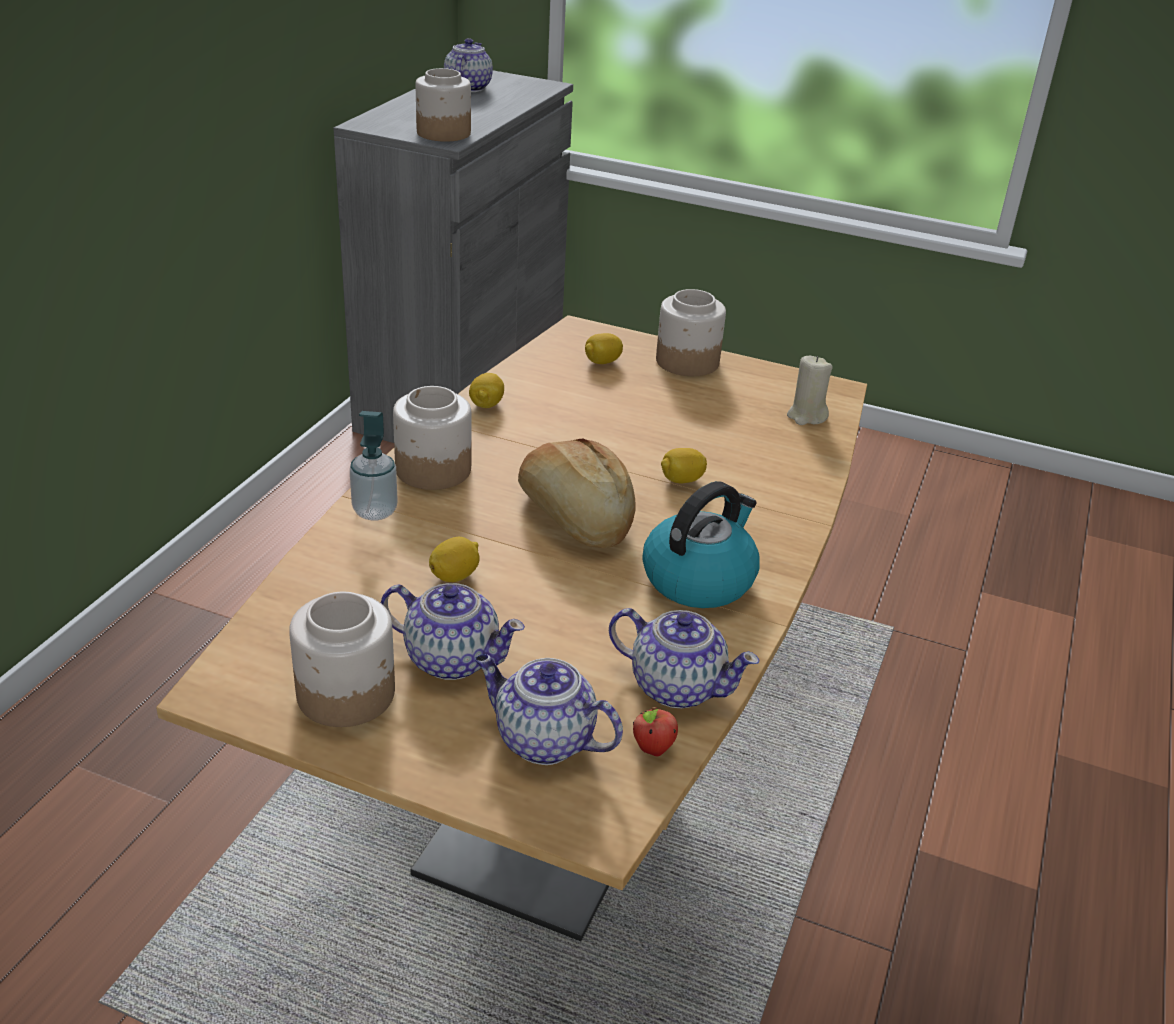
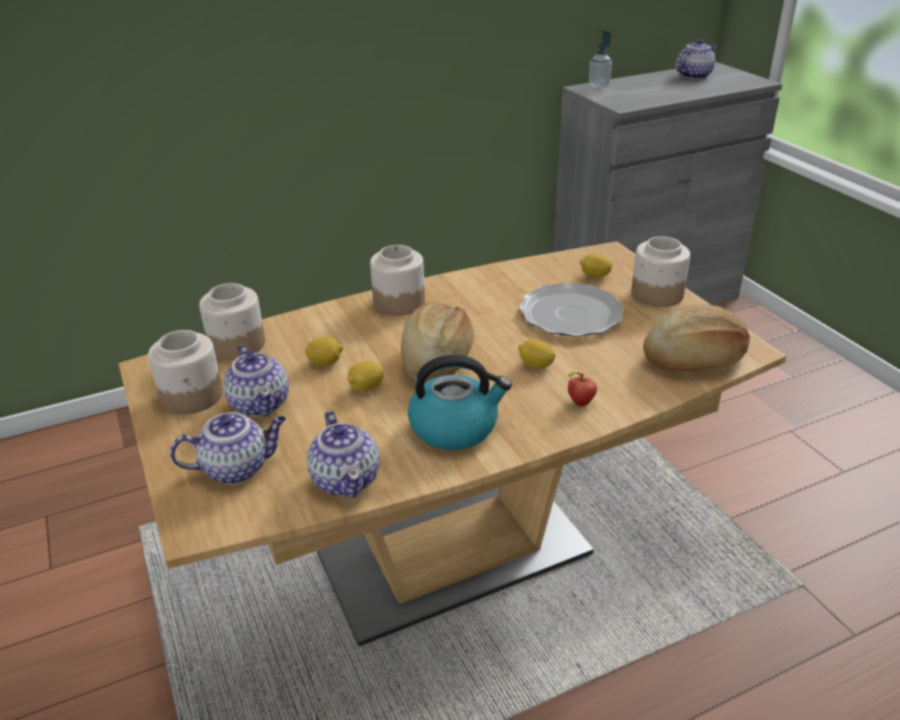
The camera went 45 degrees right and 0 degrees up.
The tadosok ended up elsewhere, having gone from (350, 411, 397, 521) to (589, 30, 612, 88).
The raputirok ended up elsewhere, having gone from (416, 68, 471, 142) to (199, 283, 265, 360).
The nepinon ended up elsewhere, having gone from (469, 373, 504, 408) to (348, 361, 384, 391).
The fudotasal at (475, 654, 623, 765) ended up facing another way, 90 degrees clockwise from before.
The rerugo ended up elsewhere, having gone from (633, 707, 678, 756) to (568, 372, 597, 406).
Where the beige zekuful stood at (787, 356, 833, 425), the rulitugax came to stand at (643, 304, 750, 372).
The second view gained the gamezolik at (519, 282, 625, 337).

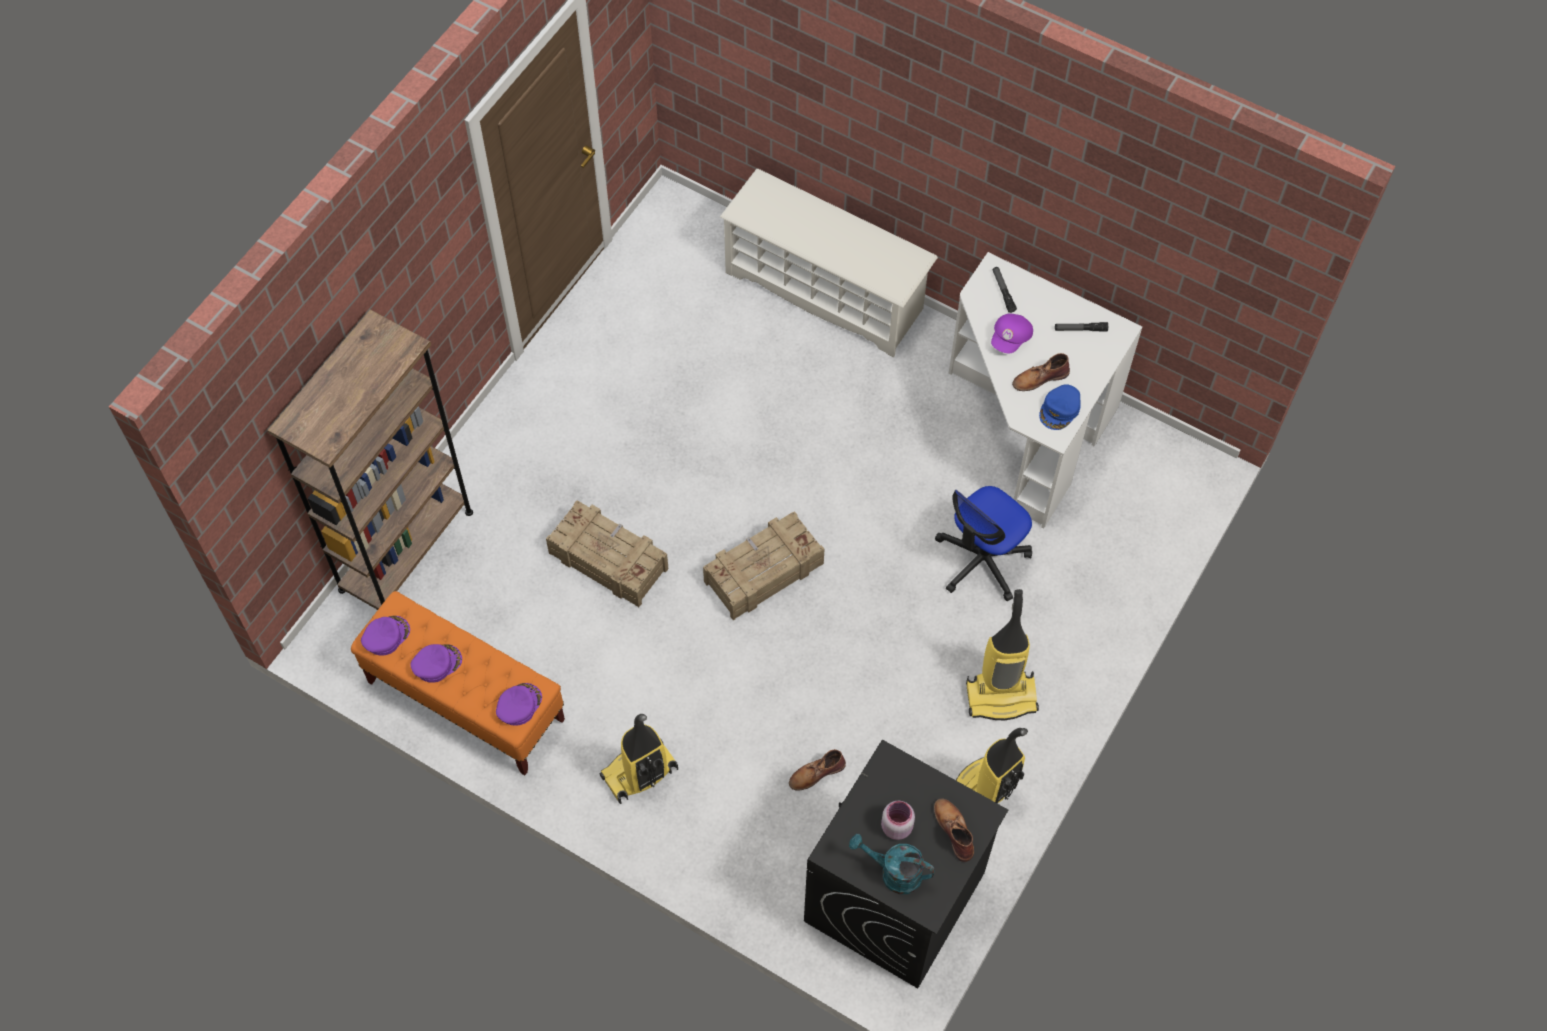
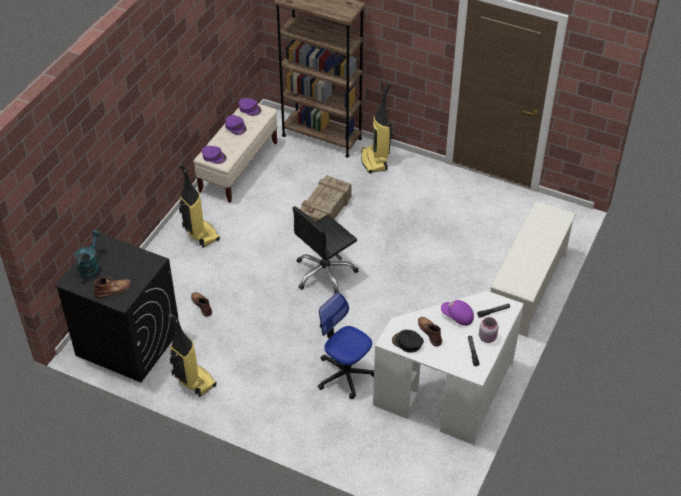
The camera went 85 degrees right and 15 degrees down.
What was the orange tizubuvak at (351, 591, 565, 775) turned into the beige tizubuvak at (193, 103, 277, 203).
Where the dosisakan stood at (703, 511, 825, 621), the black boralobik came to stand at (293, 206, 358, 294).
The pink raputirok ended up elsewhere, having gone from (881, 801, 915, 840) to (479, 317, 498, 343).
The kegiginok ended up elsewhere, having gone from (966, 589, 1039, 720) to (361, 83, 393, 174).
What was the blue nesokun at (1039, 384, 1081, 430) turned into the black nesokun at (392, 330, 424, 353).

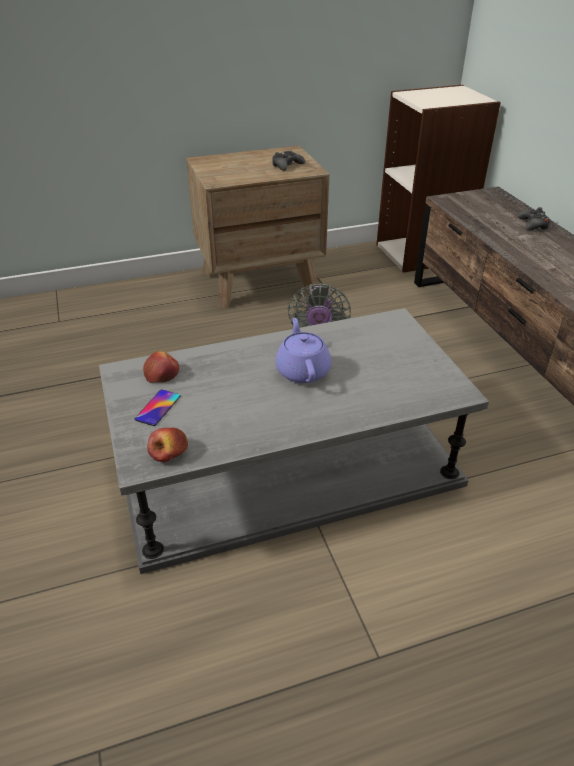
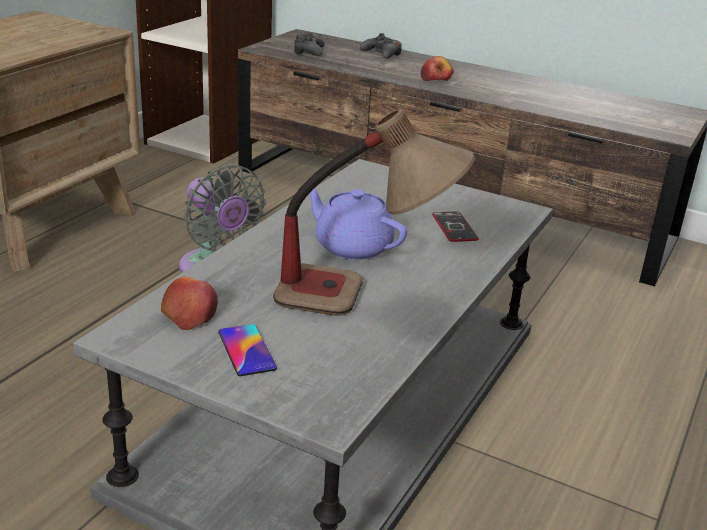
The camera went 45 degrees left and 10 degrees down.
The rerugo ended up elsewhere, having gone from (147, 428, 188, 463) to (421, 56, 454, 81).
The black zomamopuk ended up elsewhere, having gone from (272, 151, 305, 171) to (293, 33, 325, 56).
The second view gained the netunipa at (273, 109, 475, 316).
The second view gained the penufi at (432, 211, 479, 242).

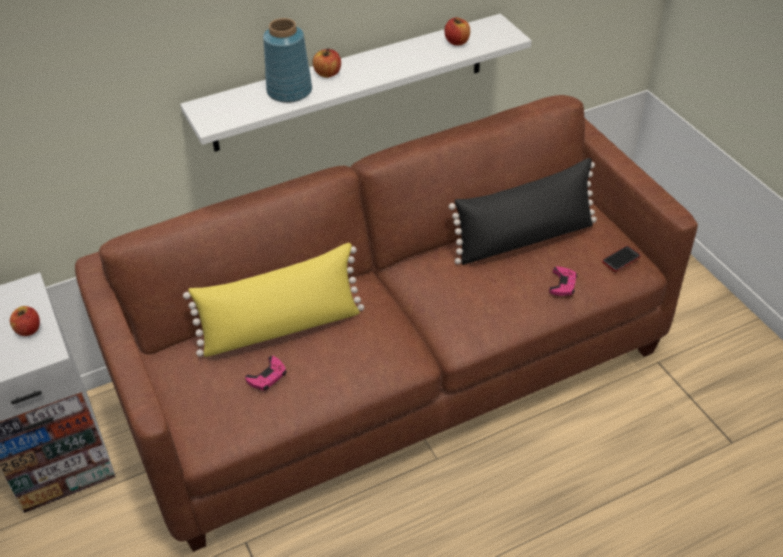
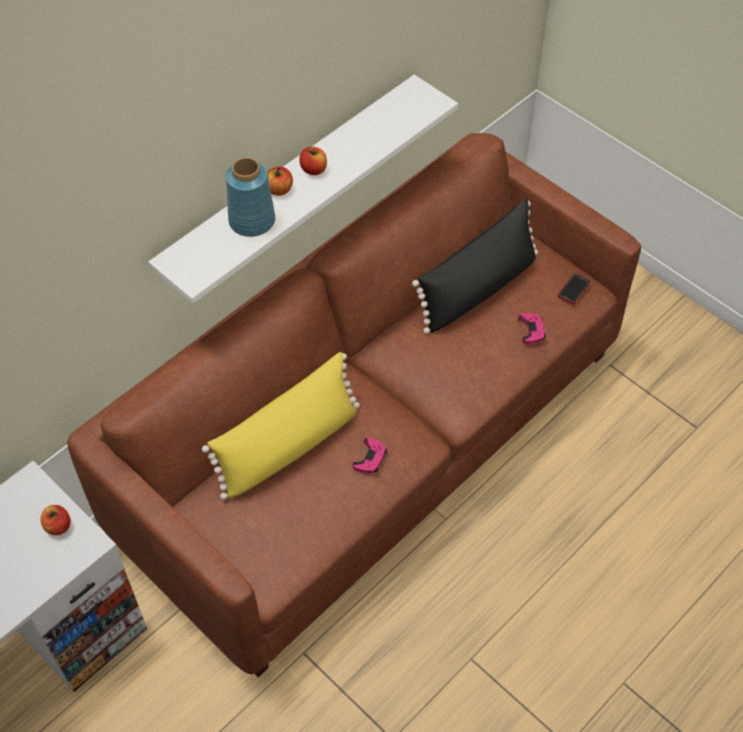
The camera went 20 degrees left and 10 degrees up.
The pink zomamopuk ended up elsewhere, having gone from (245, 356, 287, 391) to (352, 437, 387, 473).
The rerugo ended up elsewhere, having gone from (445, 17, 470, 46) to (299, 146, 327, 175).

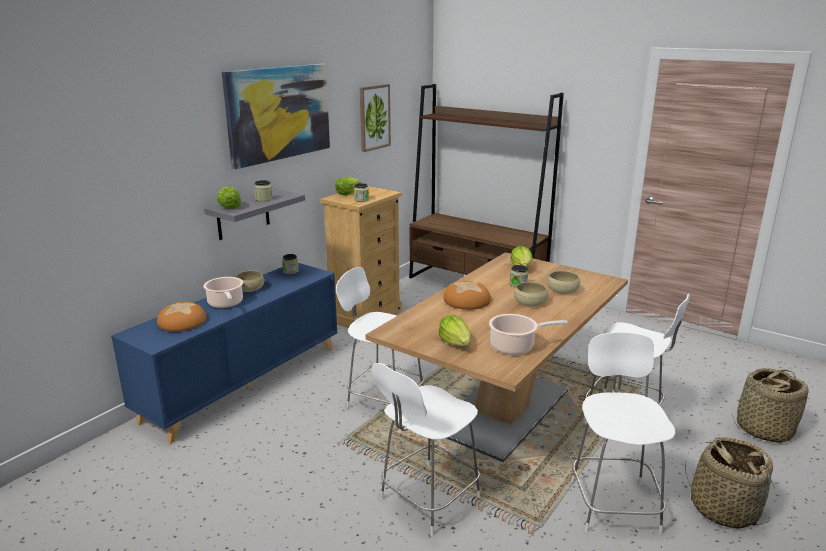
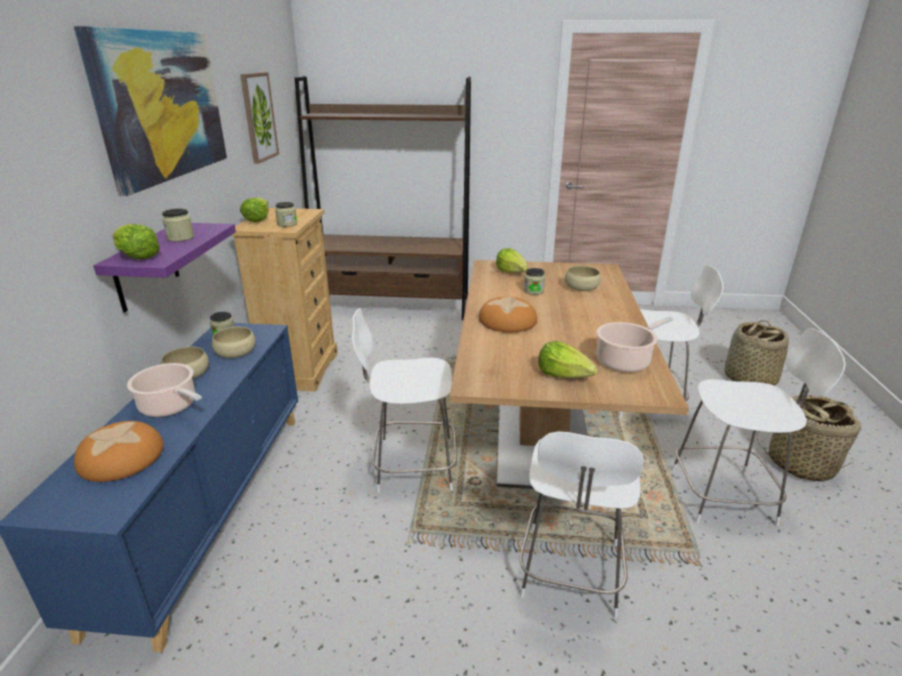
The camera went 30 degrees left and 5 degrees up.
What was the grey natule at (204, 189, 305, 240) turned into the purple natule at (93, 223, 236, 312).
The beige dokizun ended up elsewhere, having gone from (514, 282, 548, 307) to (212, 327, 255, 358).
The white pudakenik at (571, 332, 675, 535) ended up facing another way, 120 degrees clockwise from before.

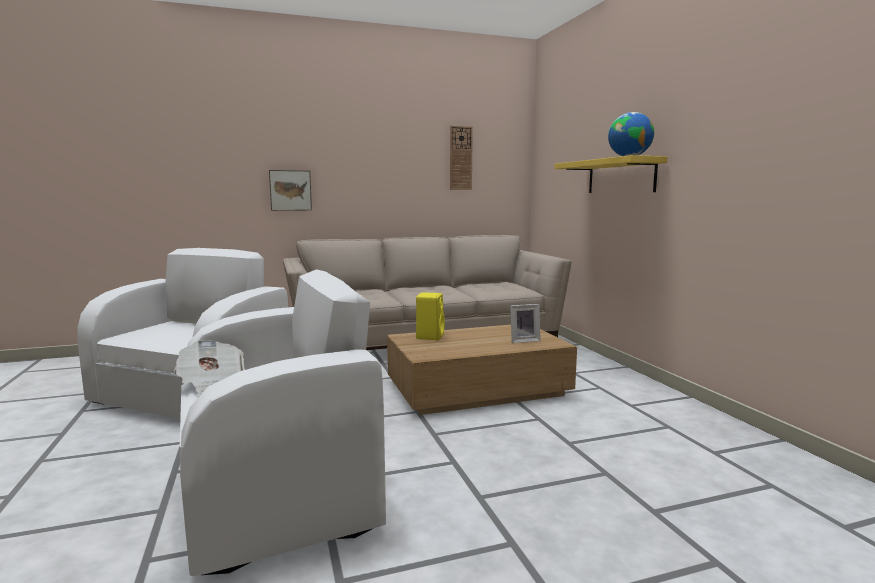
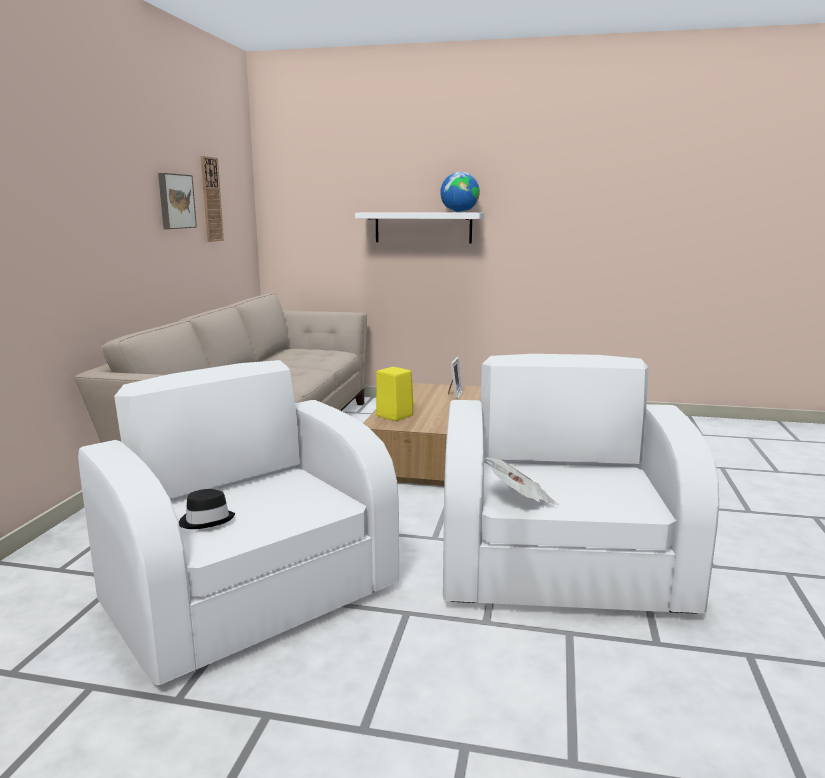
The camera went 60 degrees left and 5 degrees up.
The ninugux ended up elsewhere, having gone from (269, 170, 312, 211) to (158, 173, 197, 229).
What was the yellow natule at (554, 155, 667, 193) turned into the white natule at (355, 212, 484, 243).
The second view gained the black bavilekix at (179, 489, 235, 529).

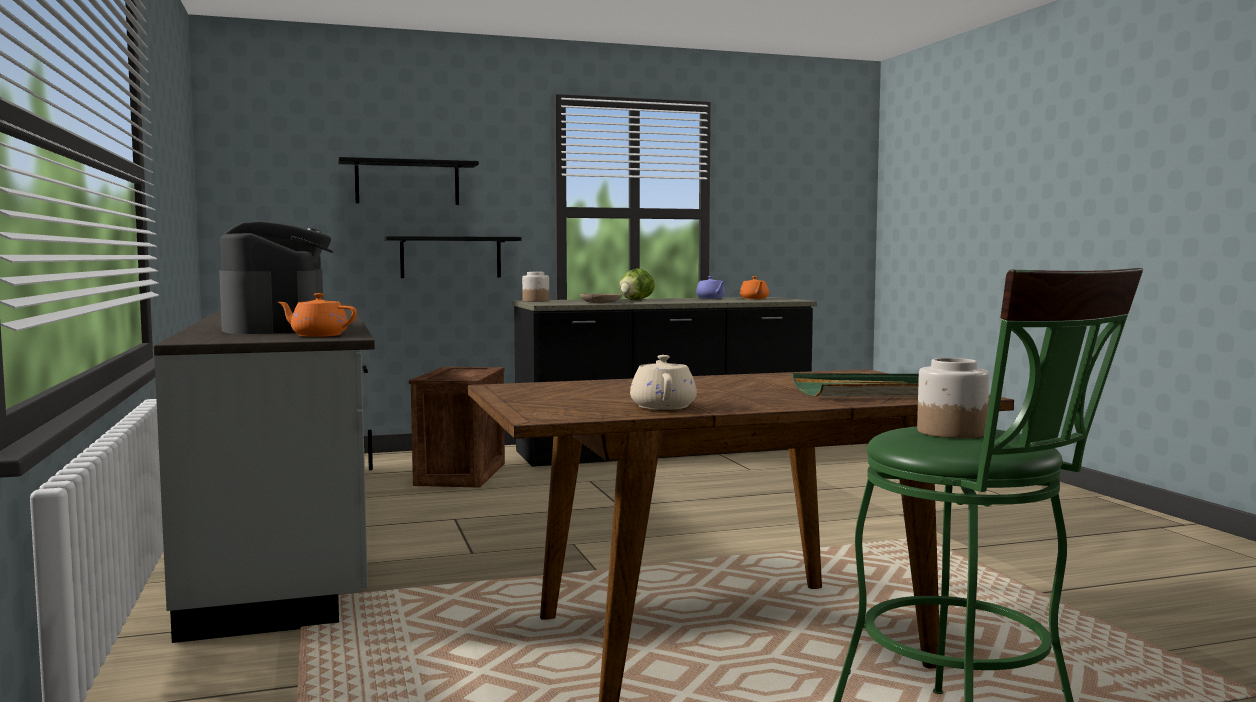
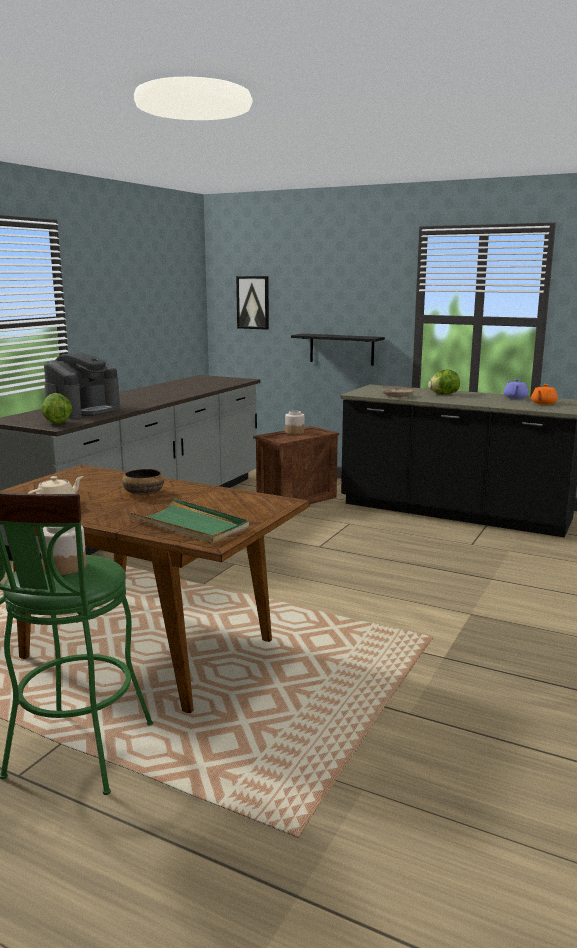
The camera went 45 degrees right and 10 degrees up.
Where the orange fudotasal stood at (278, 293, 357, 337), the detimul came to stand at (41, 393, 72, 424).
The second view lost the black natule at (338, 157, 479, 205).
The raputirok ended up elsewhere, having gone from (522, 272, 549, 302) to (285, 411, 304, 434).
The second view gained the dokizun at (122, 469, 164, 495).
The second view gained the ninugux at (236, 276, 269, 330).

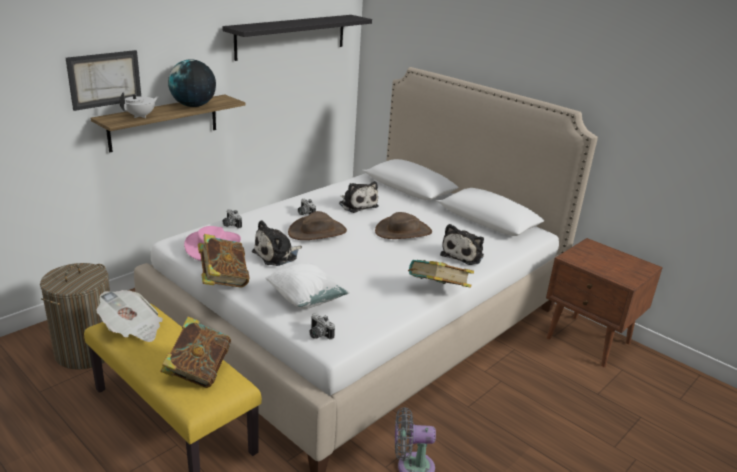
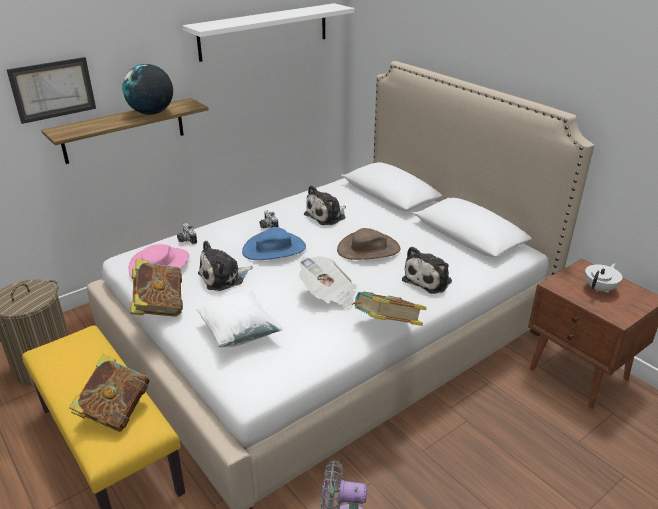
The camera went 10 degrees right and 5 degrees up.
The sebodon ended up elsewhere, having gone from (96, 290, 163, 342) to (299, 256, 356, 309).
The white fudotasal ended up elsewhere, having gone from (119, 92, 159, 118) to (585, 263, 622, 293).
What was the black natule at (222, 15, 372, 61) turned into the white natule at (182, 3, 354, 62).
What was the brown bavilekix at (288, 211, 347, 240) turned into the blue bavilekix at (242, 227, 306, 260).
The second view lost the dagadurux at (309, 313, 335, 340).
The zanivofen at (339, 181, 379, 213) ended up facing another way, 75 degrees clockwise from before.

